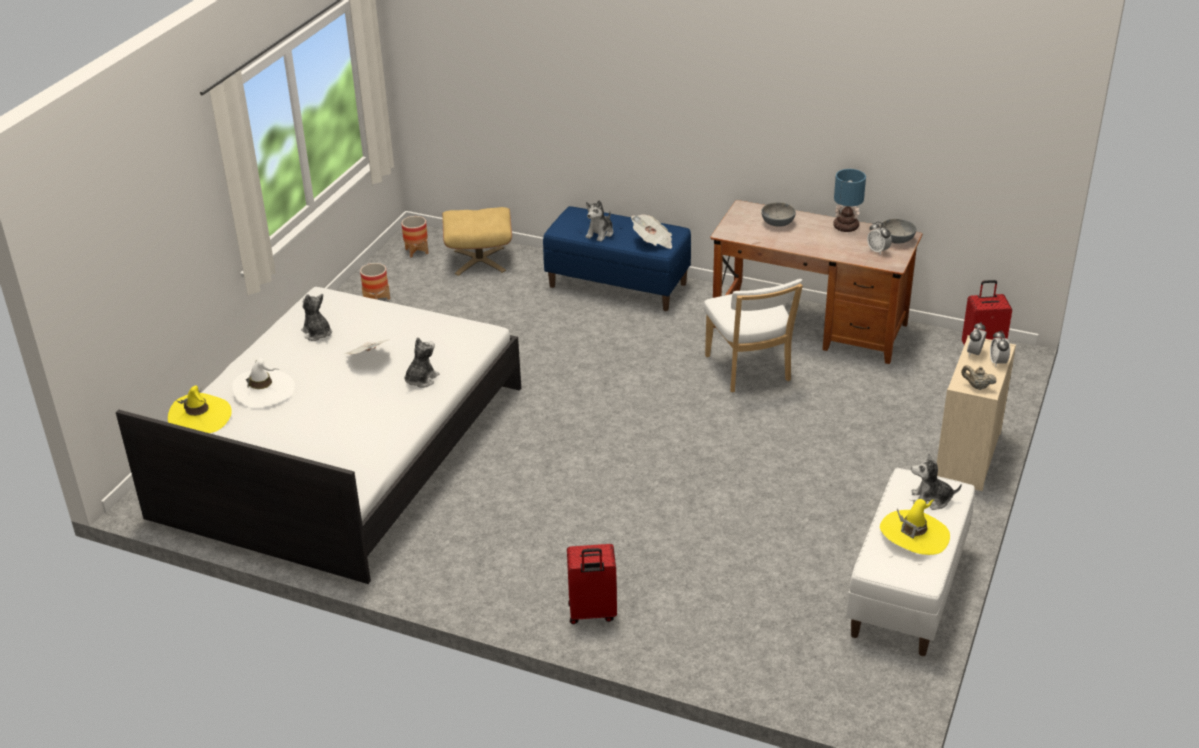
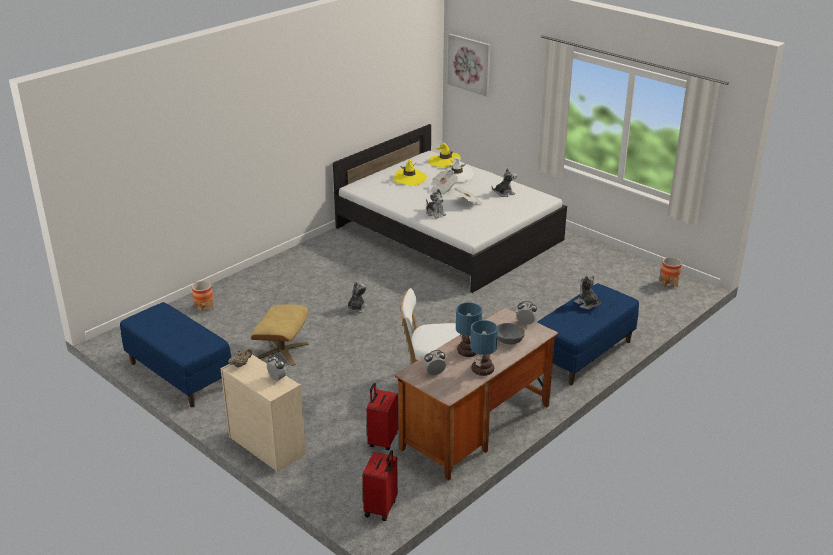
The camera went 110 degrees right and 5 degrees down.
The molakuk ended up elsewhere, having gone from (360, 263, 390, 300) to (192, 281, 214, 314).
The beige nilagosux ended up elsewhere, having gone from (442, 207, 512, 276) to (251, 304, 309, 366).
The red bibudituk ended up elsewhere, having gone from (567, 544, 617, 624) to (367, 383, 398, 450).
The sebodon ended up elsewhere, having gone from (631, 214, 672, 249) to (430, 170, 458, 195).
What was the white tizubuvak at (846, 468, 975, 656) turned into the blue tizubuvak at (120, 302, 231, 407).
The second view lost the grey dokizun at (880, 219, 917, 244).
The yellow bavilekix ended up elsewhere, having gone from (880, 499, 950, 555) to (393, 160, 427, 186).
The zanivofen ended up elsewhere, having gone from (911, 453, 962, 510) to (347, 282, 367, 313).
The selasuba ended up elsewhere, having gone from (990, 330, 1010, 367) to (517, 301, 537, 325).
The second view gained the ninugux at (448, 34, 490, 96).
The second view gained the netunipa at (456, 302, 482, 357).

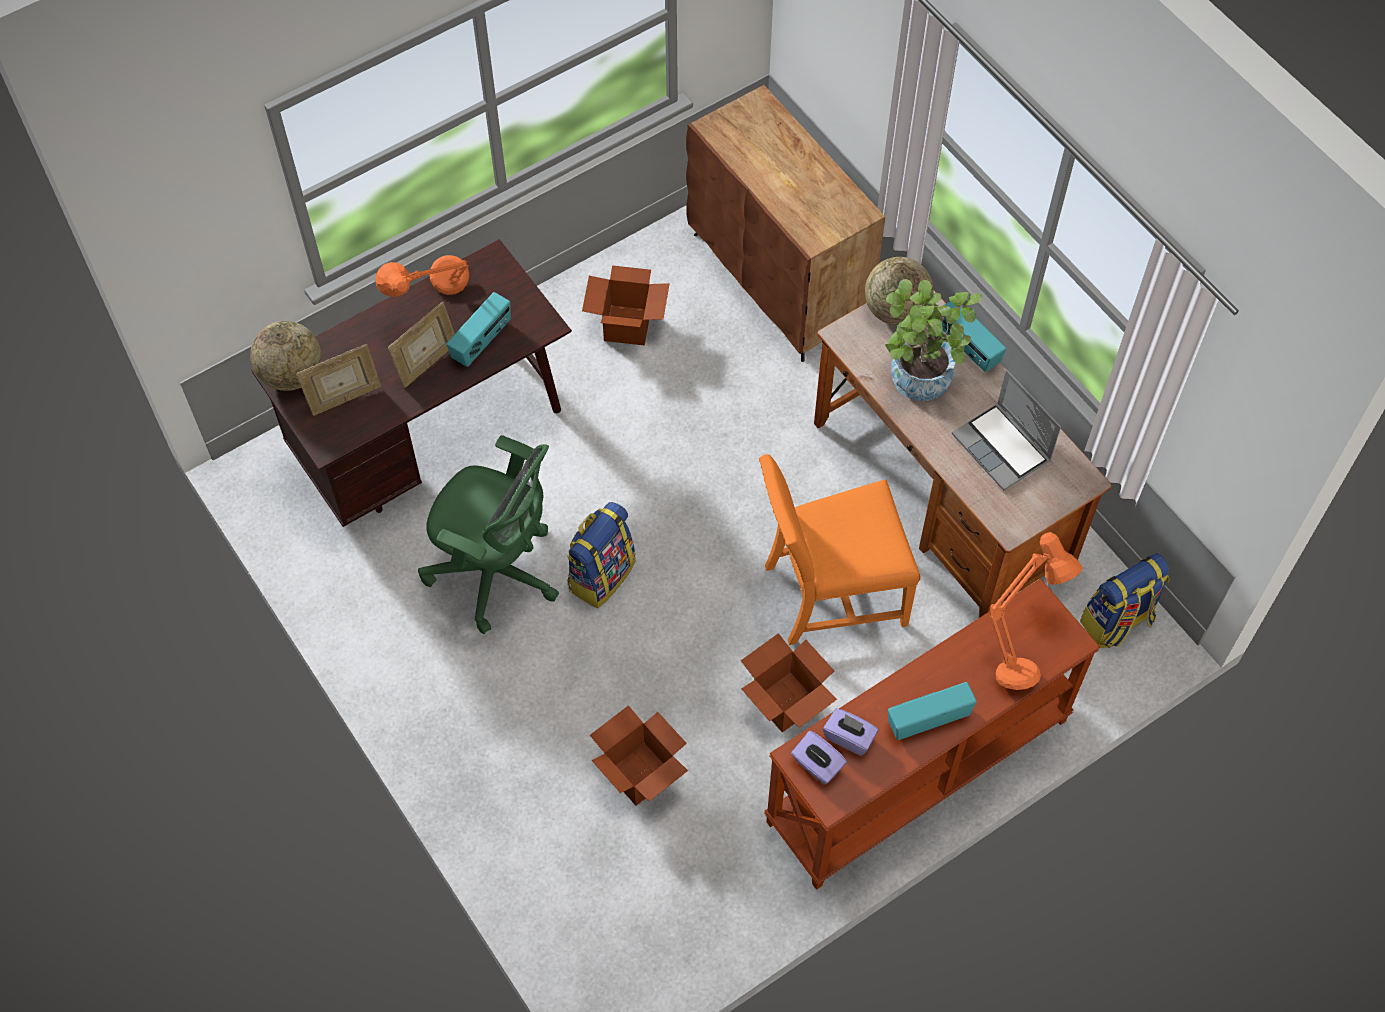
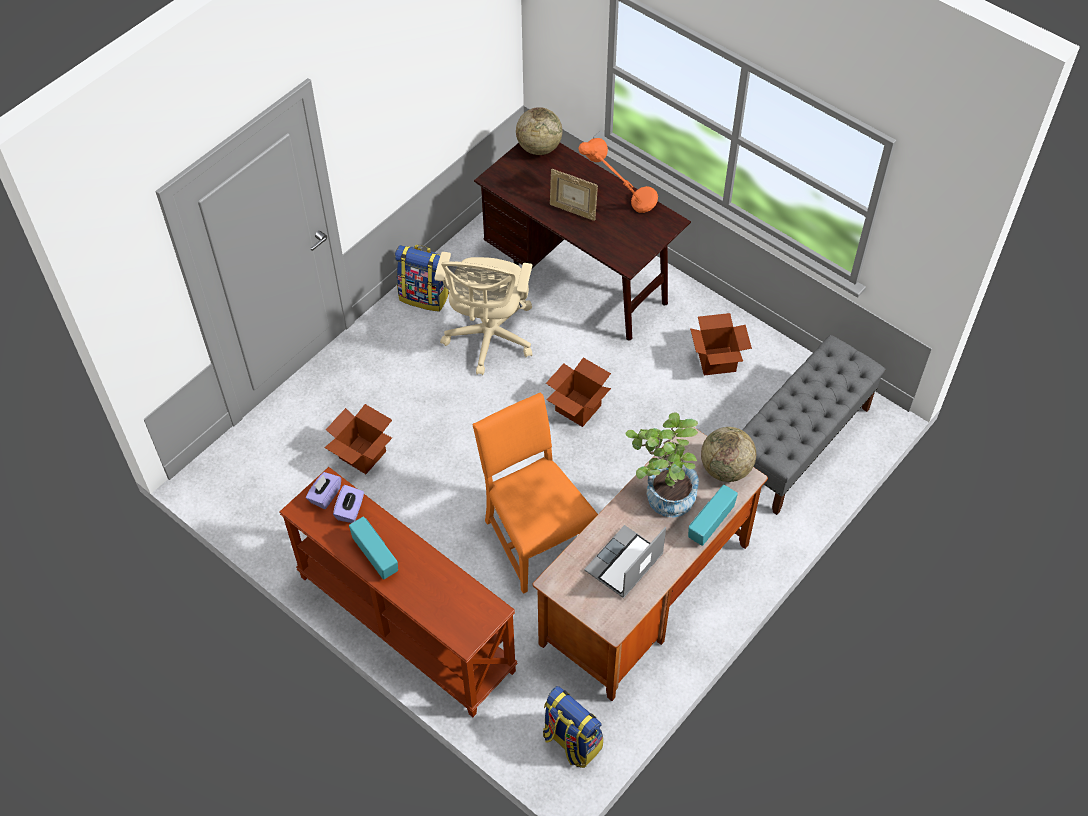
The camera went 75 degrees right and 5 degrees down.
The second view lost the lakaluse at (296, 344, 381, 416).
What was the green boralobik at (418, 435, 559, 634) turned into the beige boralobik at (435, 252, 532, 375).
The second view lost the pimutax at (447, 292, 511, 367).
The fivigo ended up elsewhere, having gone from (566, 502, 635, 608) to (395, 244, 449, 312).
Where the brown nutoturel stood at (686, 85, 885, 362), the grey tizubuvak came to stand at (742, 335, 885, 515).
The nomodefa ended up elsewhere, having gone from (741, 633, 837, 733) to (546, 358, 611, 427).
The second view lost the orange netunipa at (989, 532, 1083, 690).

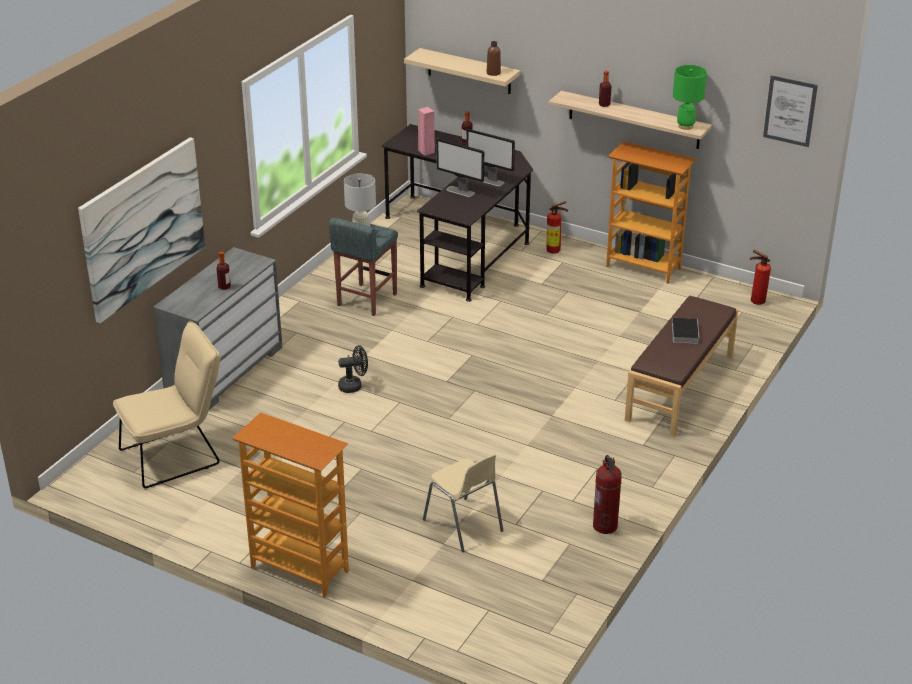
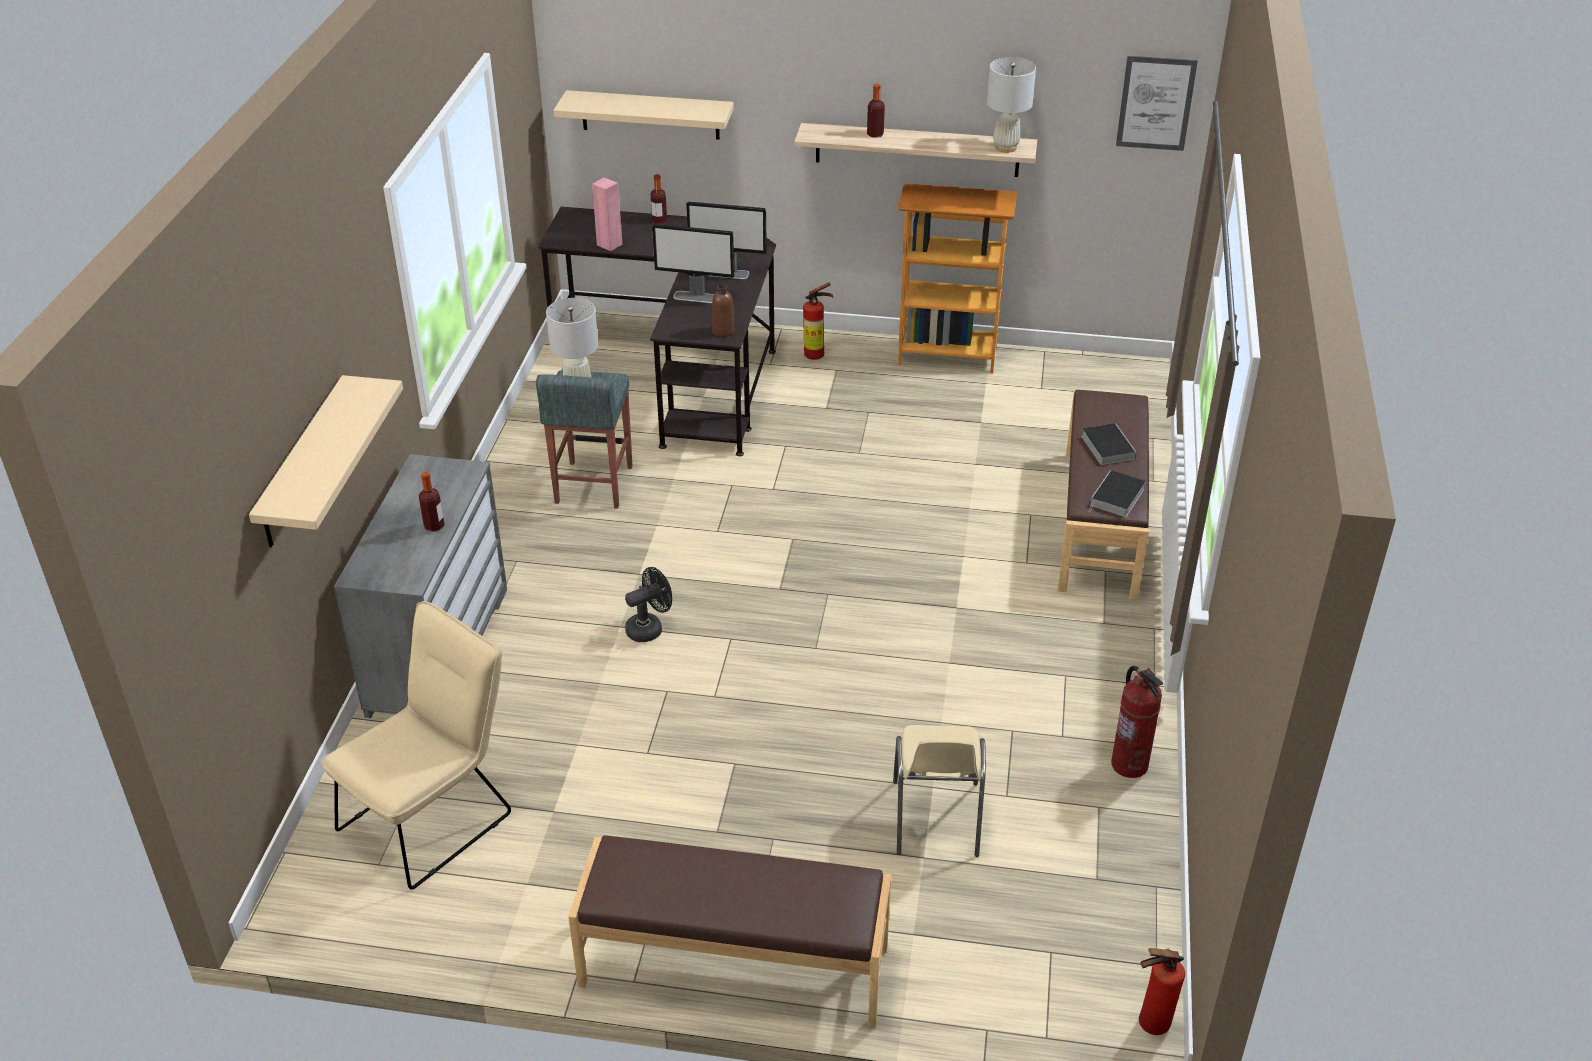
The camera went 20 degrees left and 5 degrees up.
Where the ninugux hung at (78, 137, 205, 323), the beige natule came to hang at (249, 375, 403, 547).
Where the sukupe stood at (232, 412, 349, 598), the brown tizubuvak came to stand at (568, 835, 891, 1028).
The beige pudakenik at (423, 454, 503, 552) ended up facing another way, 60 degrees clockwise from before.
The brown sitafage ended up elsewhere, having gone from (487, 41, 501, 76) to (712, 284, 735, 337).
What was the green netunipa at (673, 65, 707, 130) turned into the white netunipa at (987, 57, 1036, 153).
The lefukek ended up elsewhere, having gone from (750, 250, 771, 305) to (1139, 948, 1185, 1035).
The second view gained the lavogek at (1089, 470, 1146, 517).

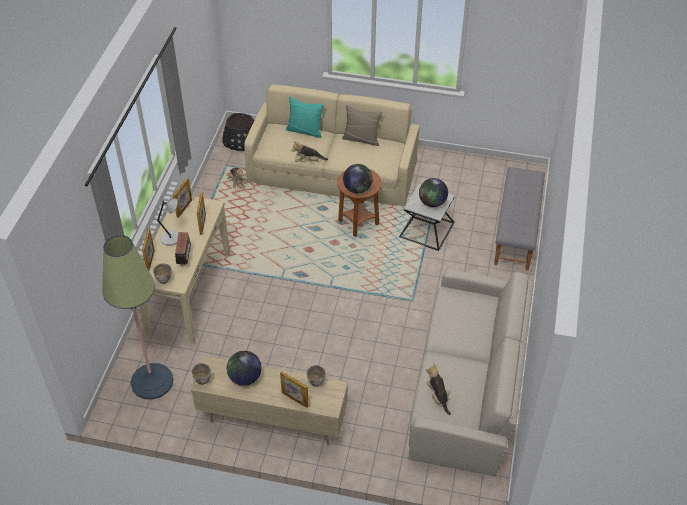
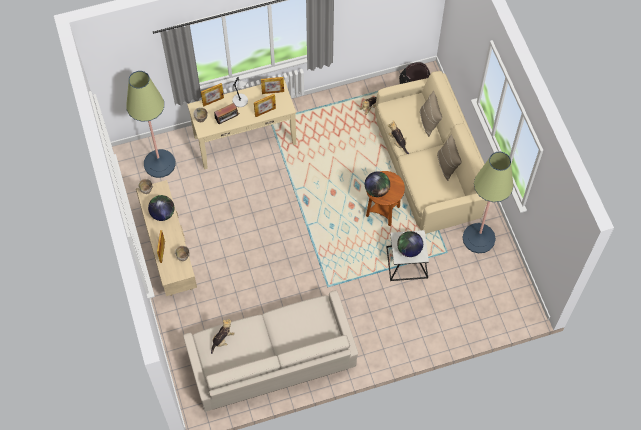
The camera went 60 degrees right and 15 degrees up.
What was the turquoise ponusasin at (286, 97, 324, 138) turned into the beige ponusasin at (420, 91, 442, 137).
The second view lost the grey tizubuvak at (494, 167, 545, 270).
The second view gained the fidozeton at (462, 152, 513, 254).

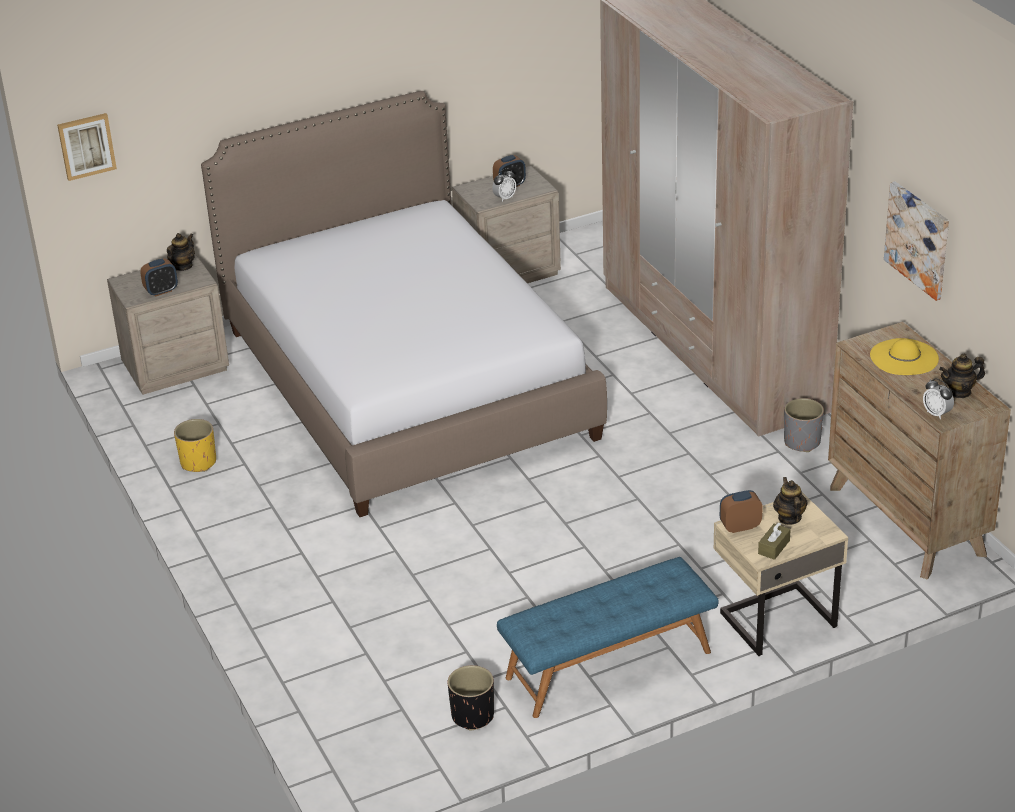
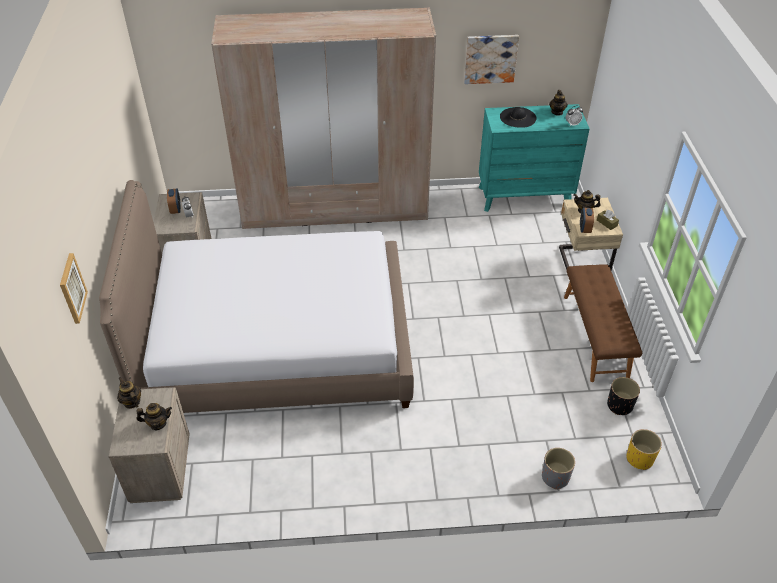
The camera went 70 degrees left and 10 degrees up.
The ninugux ended up elsewhere, having gone from (57, 113, 117, 181) to (60, 253, 88, 324).
Where the selasuba stood at (140, 259, 178, 297), the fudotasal came to stand at (136, 403, 172, 430).
The yellow molakuk ended up elsewhere, having gone from (174, 419, 216, 472) to (627, 429, 662, 470).
What was the blue tizubuvak at (497, 557, 719, 718) turned into the brown tizubuvak at (564, 264, 642, 382).
The grey molakuk ended up elsewhere, having gone from (784, 398, 824, 452) to (542, 448, 575, 489).
What was the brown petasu at (828, 322, 1011, 579) turned into the turquoise petasu at (479, 104, 590, 212).
What was the yellow bavilekix at (870, 338, 939, 375) turned into the black bavilekix at (500, 107, 537, 128).

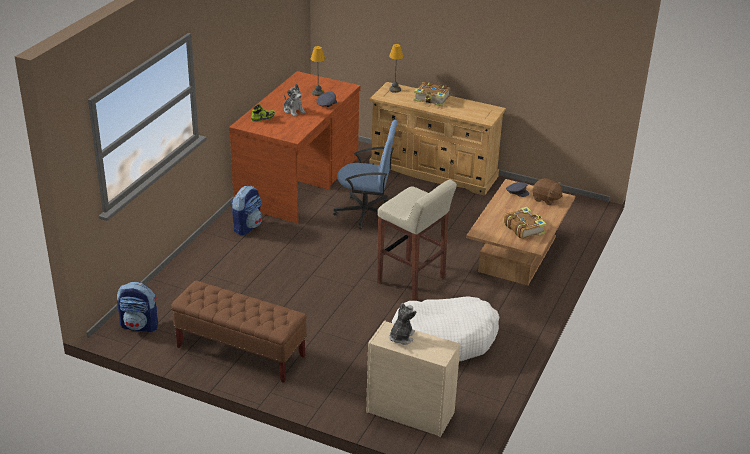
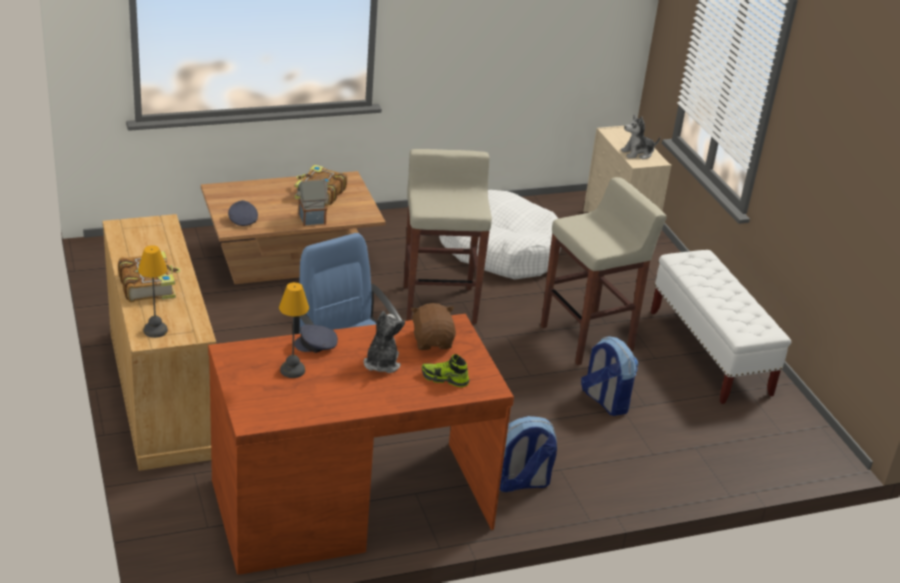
The camera went 135 degrees left and 0 degrees up.
The fivigo ended up elsewhere, having gone from (117, 282, 158, 333) to (581, 336, 638, 416).
What was the brown tizubuvak at (171, 280, 307, 383) turned into the white tizubuvak at (651, 250, 791, 404).
The brown zanivofen ended up elsewhere, having gone from (533, 178, 563, 205) to (411, 303, 456, 350).
The second view gained the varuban at (297, 179, 328, 226).
The second view gained the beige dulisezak at (541, 177, 667, 365).

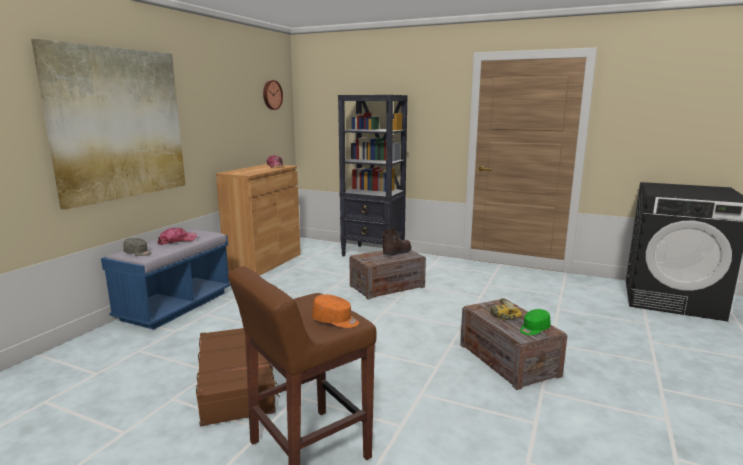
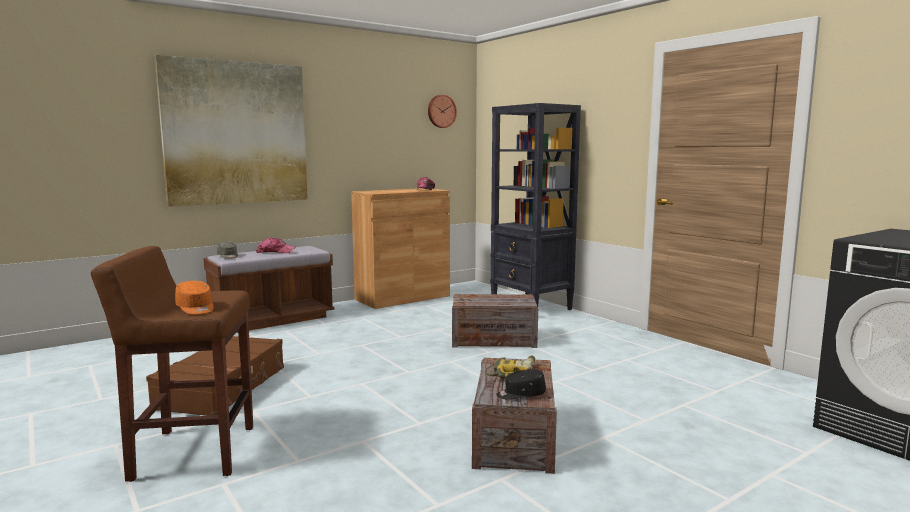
The camera went 30 degrees right and 5 degrees down.
What was the blue tizubuvak at (101, 229, 231, 330) turned into the brown tizubuvak at (203, 246, 334, 333).
The second view lost the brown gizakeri at (381, 228, 411, 256).
What was the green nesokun at (520, 309, 551, 335) turned into the black nesokun at (496, 369, 546, 400).

